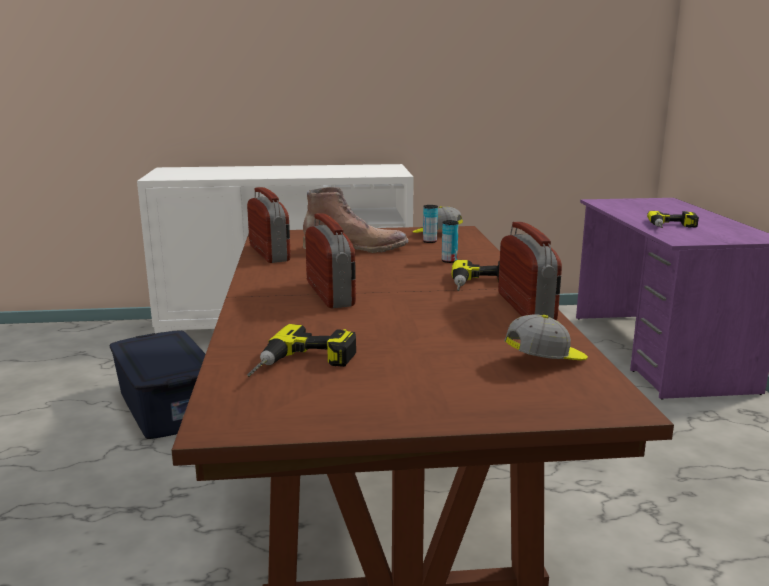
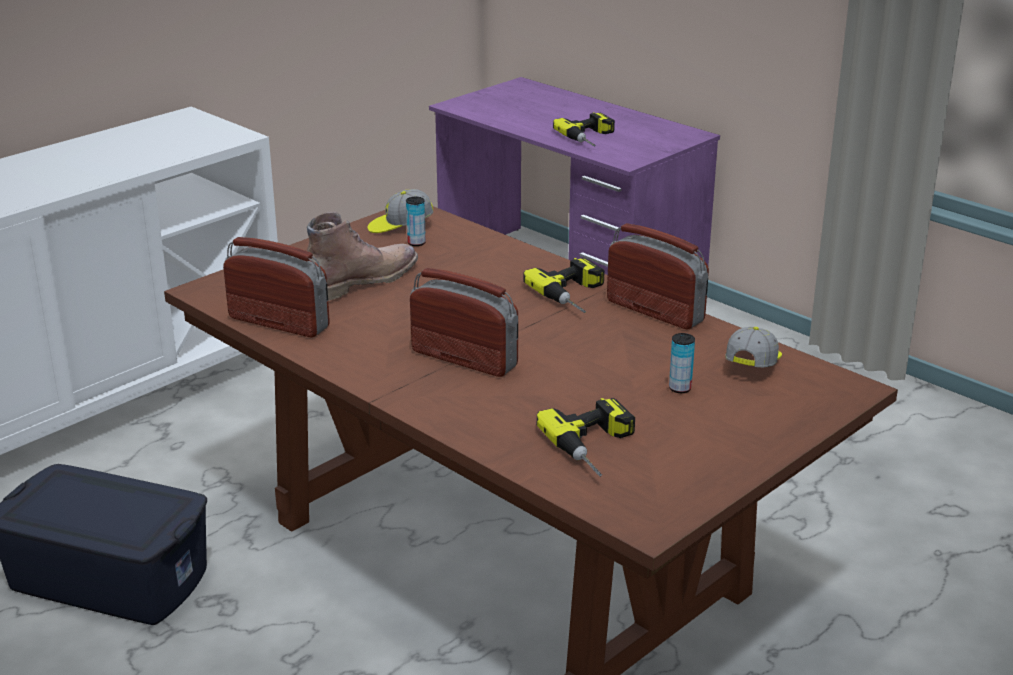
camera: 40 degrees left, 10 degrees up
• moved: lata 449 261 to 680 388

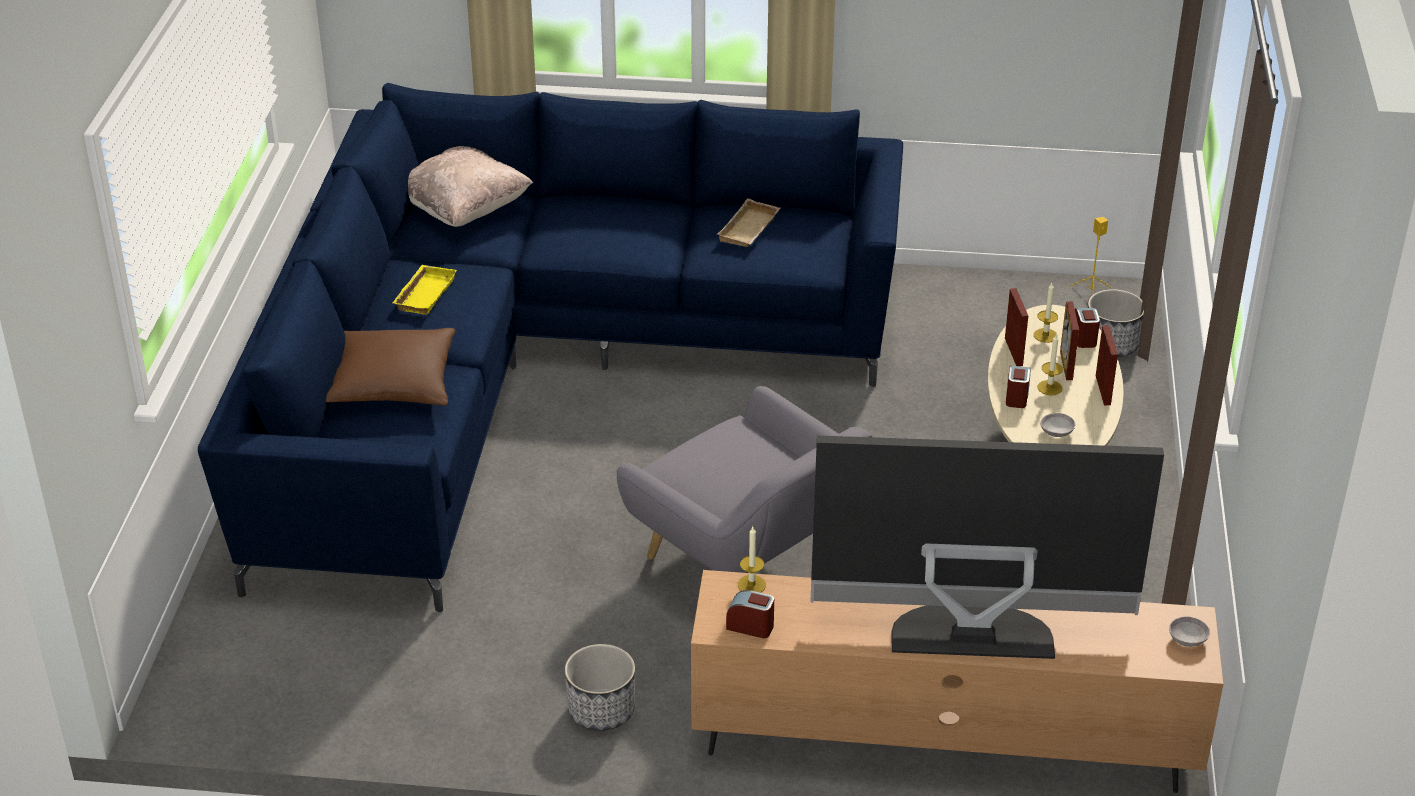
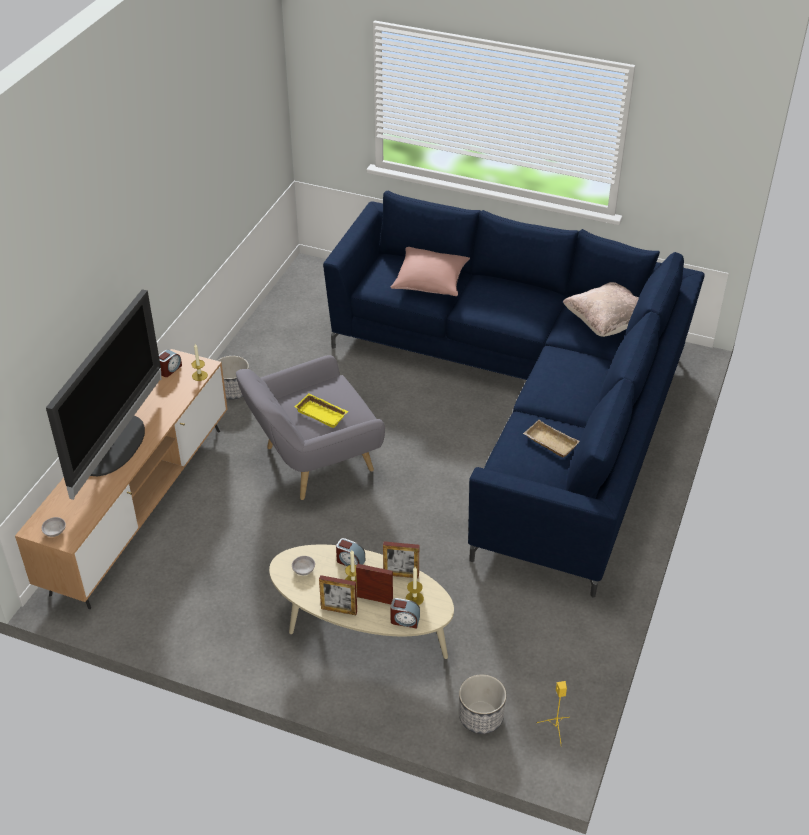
camera: 105 degrees right, 5 degrees up
• moved: bandeja/amarillo 424 293 to 323 413
• recoloured: cojín/marrón 393 383 to cojín/rosa 430 281

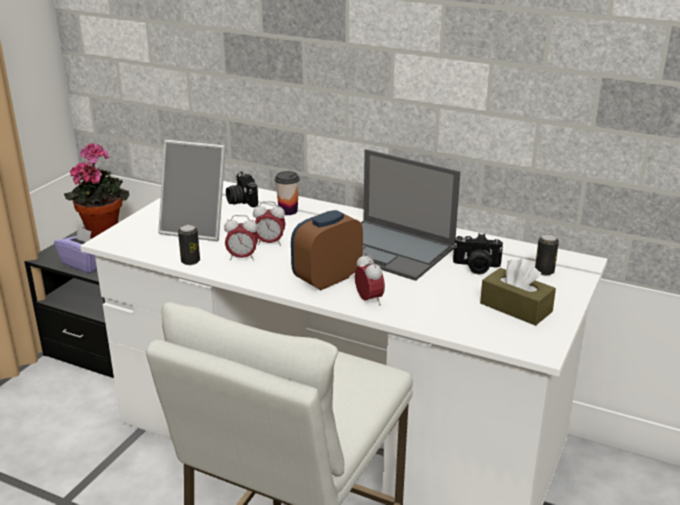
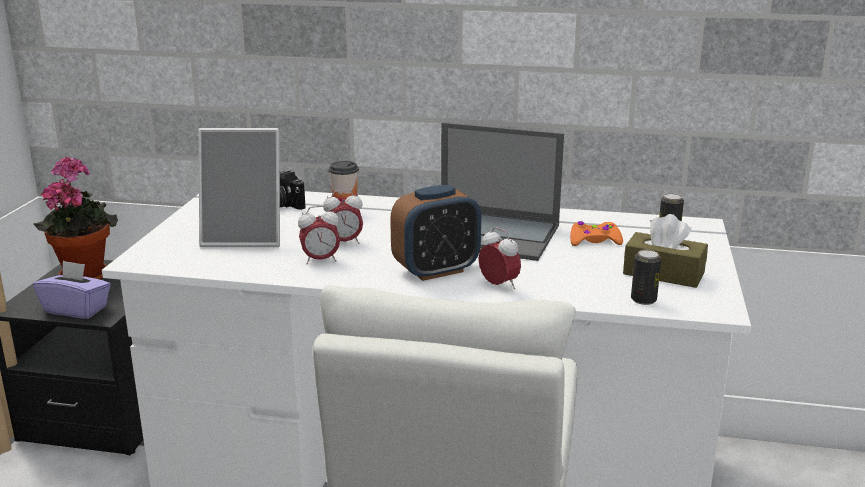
camera: 15 degrees left, 5 degrees down
• turned: despertador 327 279 = 436 270 150 degrees counterclockwise
• moved: lata 190 261 to 643 300
• replaced: cámara 476 267 to mando de consola/naranja 594 241

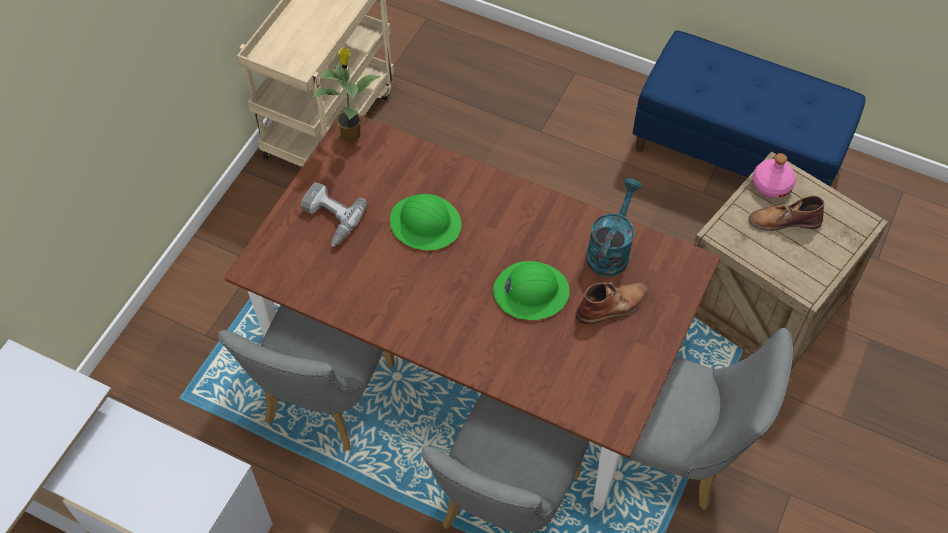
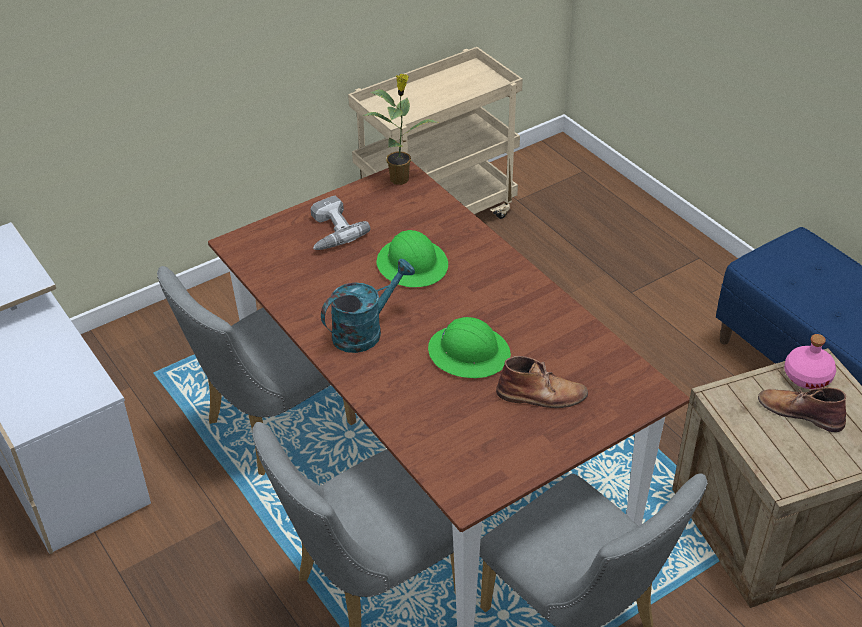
camera: 30 degrees right, 15 degrees down
• moved: regadera/turquesa 610 249 to 365 331

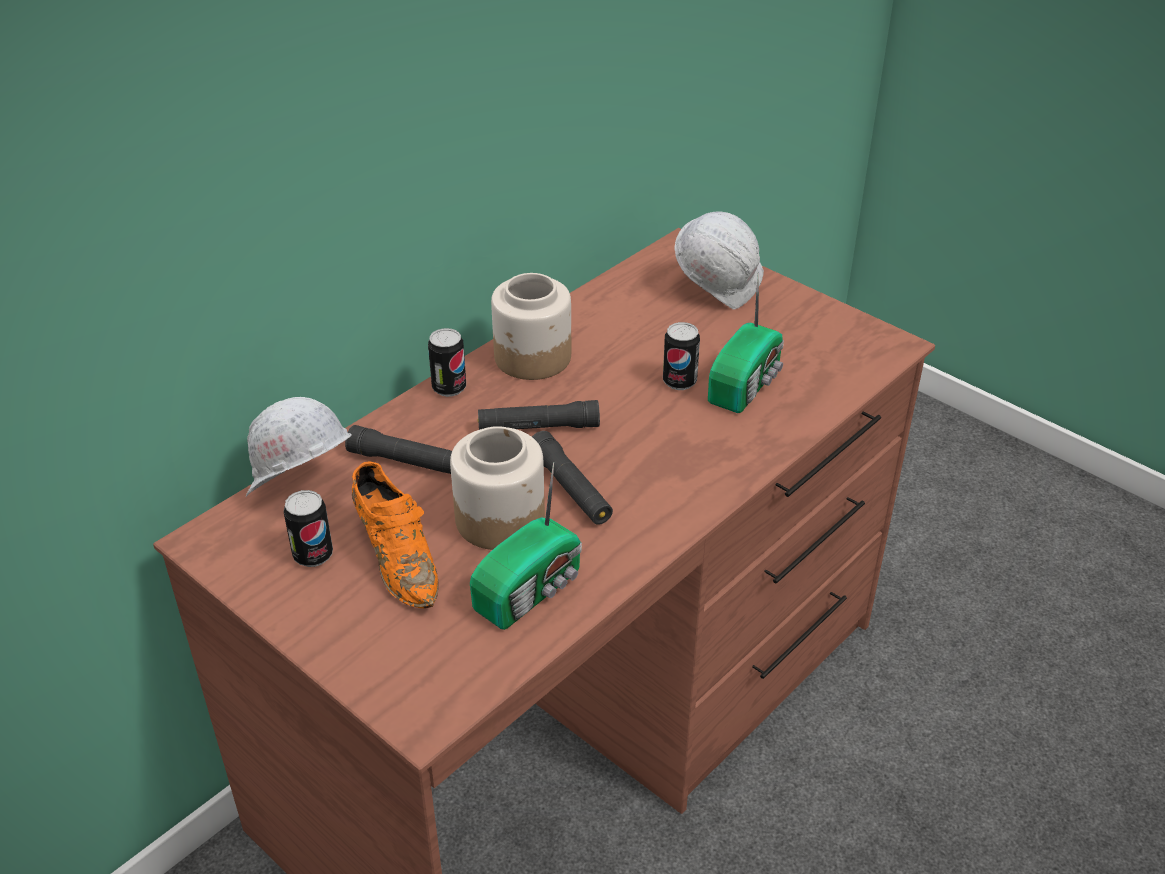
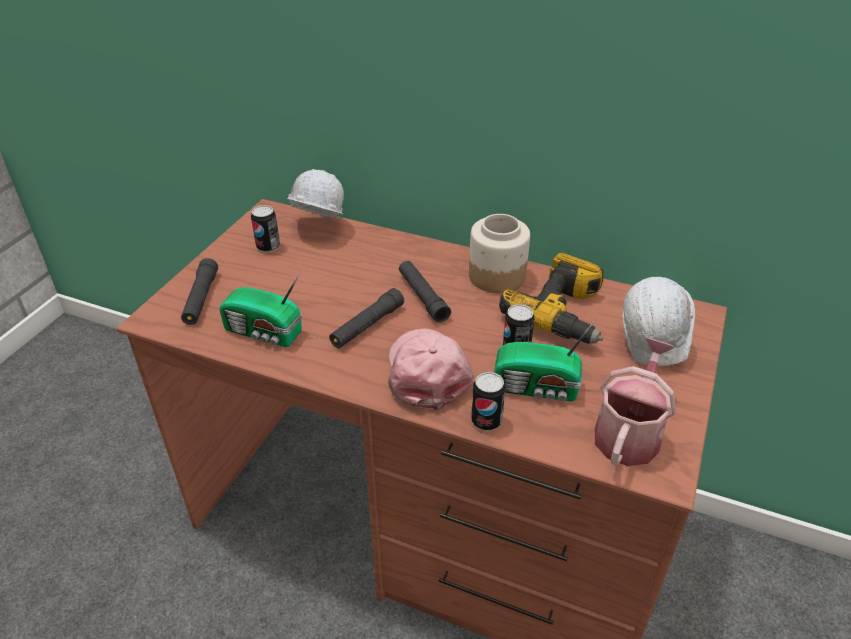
camera: 70 degrees right, 0 degrees up
• moved: lata 449 388 to 486 421
• moved: linterna/negro 409 462 to 201 298
• removed: tarro 500 518
• removed: zapato/naranja 398 559
• added: taladro 563 313
• added: gorra/rosa 427 372
• added: regadera 629 432

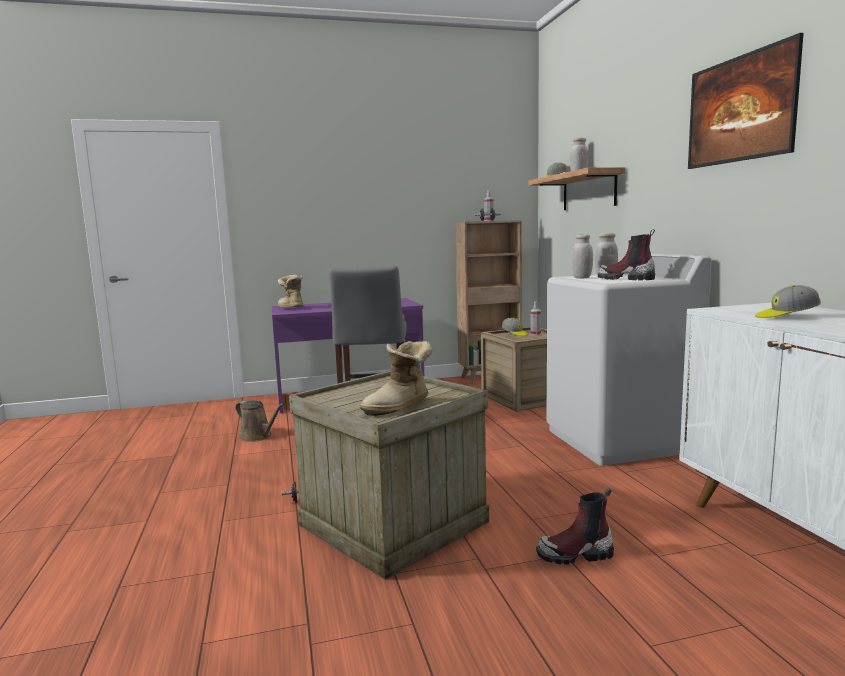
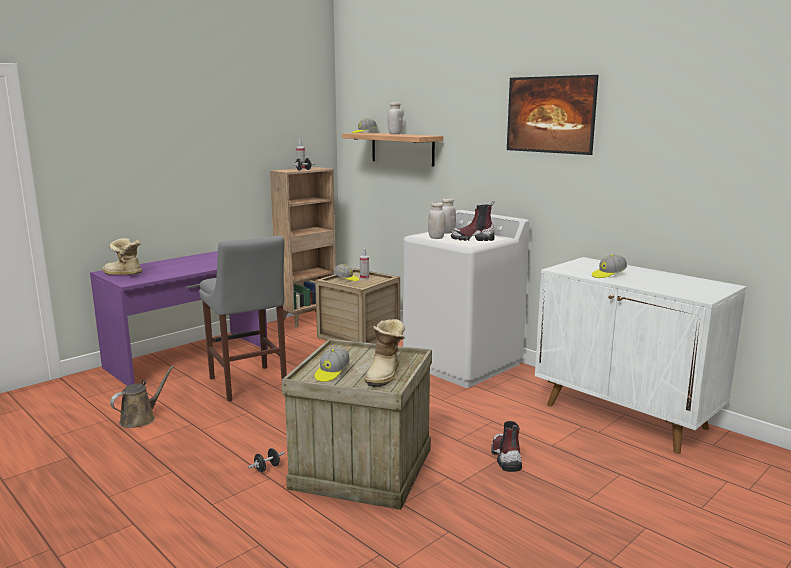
camera: 30 degrees left, 5 degrees up
• turned: regadera/marrón 258 436 = 140 418 60 degrees counterclockwise
• turned: bota 575 554 = 505 457 120 degrees clockwise
• added: gorra 332 373

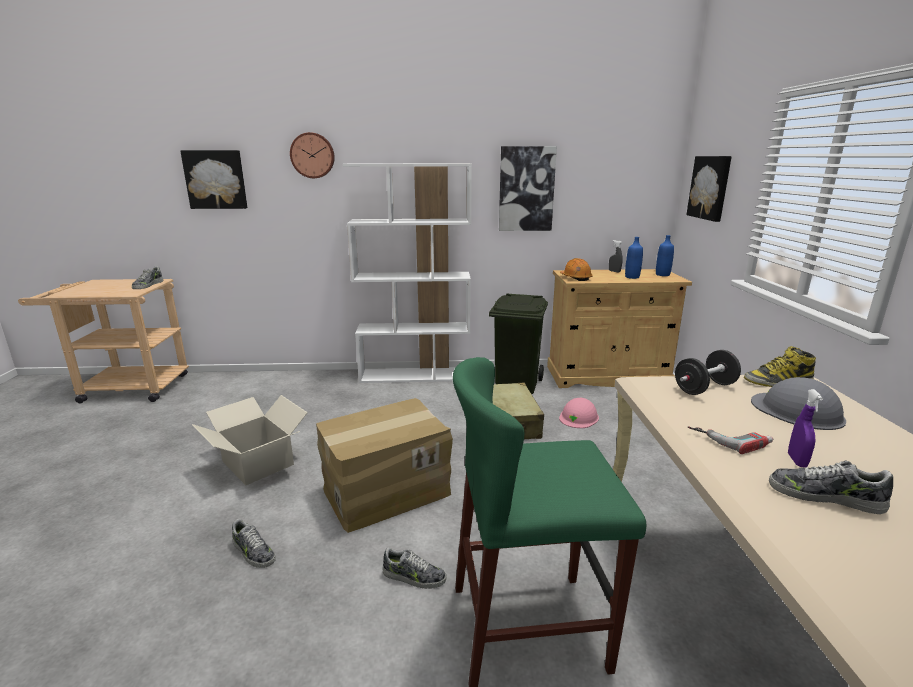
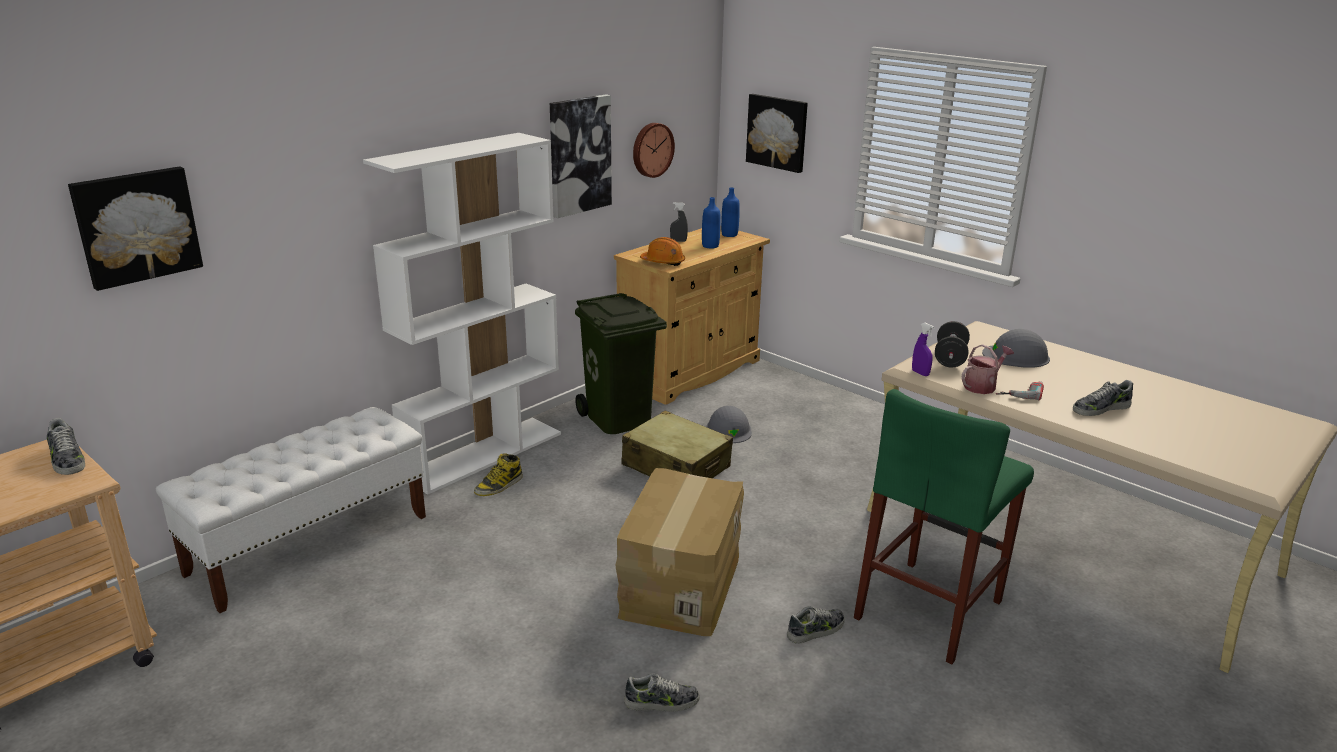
camera: 45 degrees left, 5 degrees up
• moved: reloj de pared 312 155 to 651 149
• moved: bota 778 382 to 499 486
• moved: pulverizador/morado 797 461 to 920 373
• removed: caja de cartón 258 462
• recoloured: casco/rosa 578 417 to casco/gris 729 429
• added: regadera 982 386
• added: banco/blanco 310 544

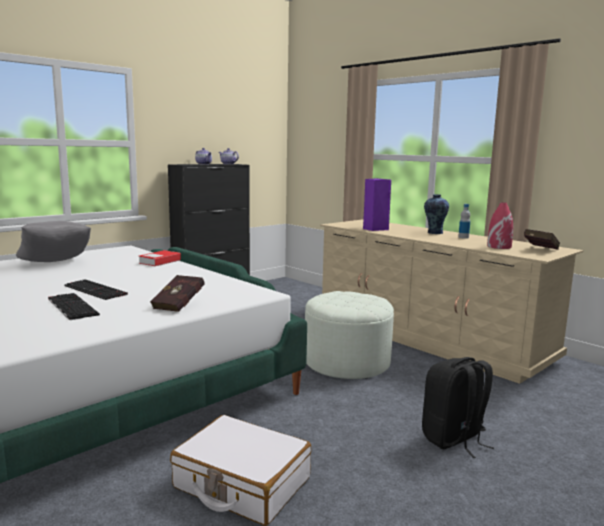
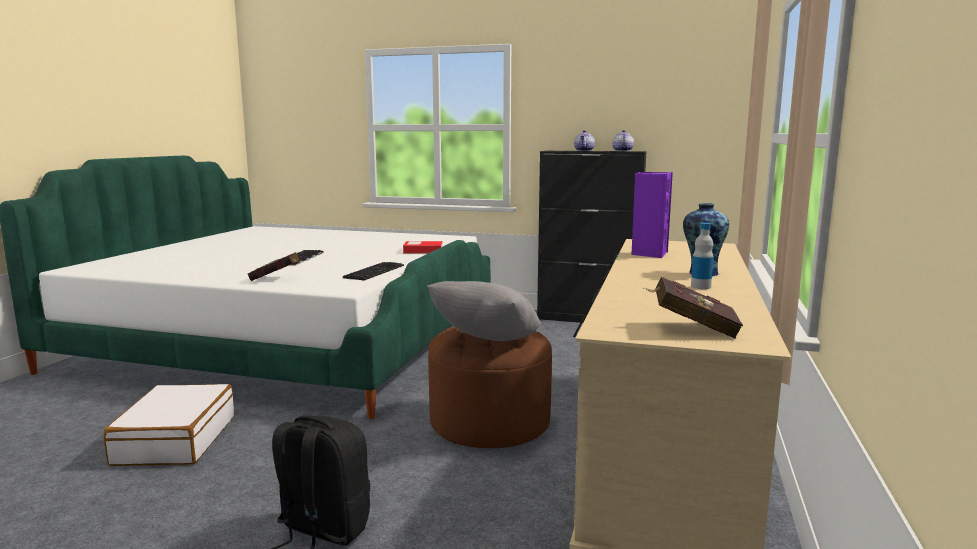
camera: 60 degrees right, 0 degrees up
• removed: florero/rojo 499 246
• moved: cojín/gris 55 264 to 486 344
• recoloured: puf/blanco 347 362 to puf/marrón 490 422
• moved: teclado 71 306 to 374 271

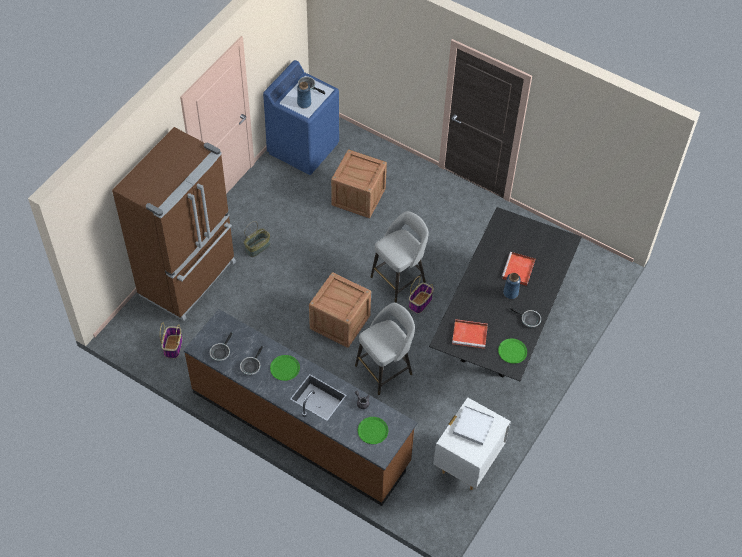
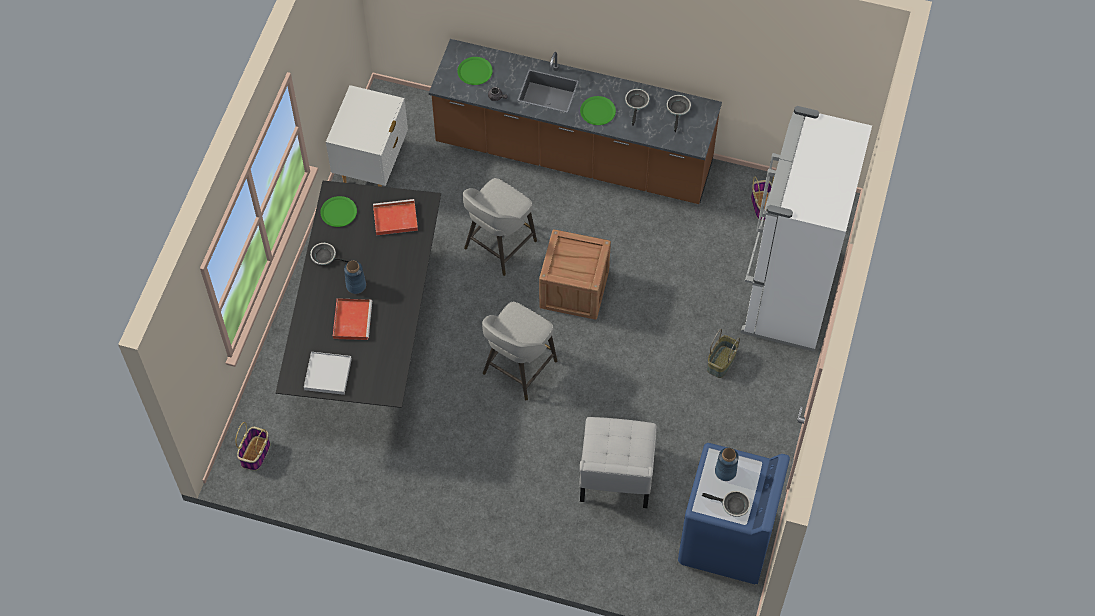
camera: 165 degrees right, 5 degrees up
• recoloured: nevera/marrón 189 279 to nevera/blanco 787 294
• replaced: caja de embalaje 358 197 to silla/blanco 615 479
• moved: cesta 420 302 to 255 454
• moved: bandeja/blanco 473 426 to 328 374

